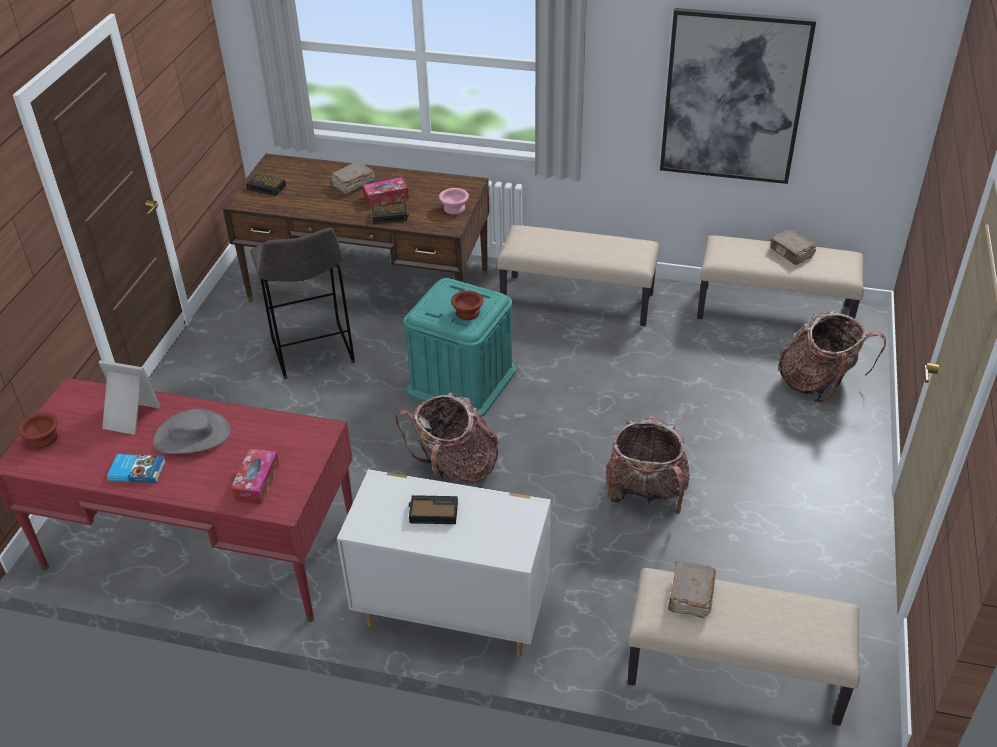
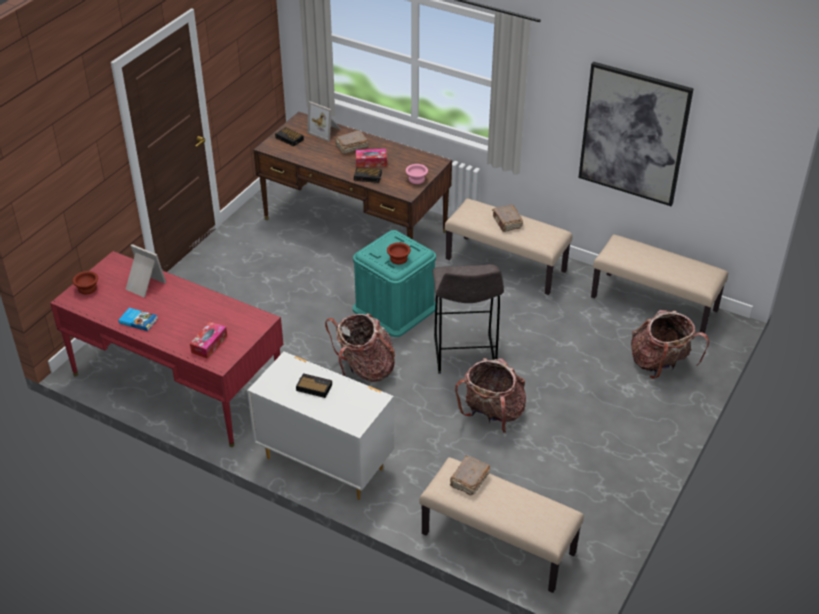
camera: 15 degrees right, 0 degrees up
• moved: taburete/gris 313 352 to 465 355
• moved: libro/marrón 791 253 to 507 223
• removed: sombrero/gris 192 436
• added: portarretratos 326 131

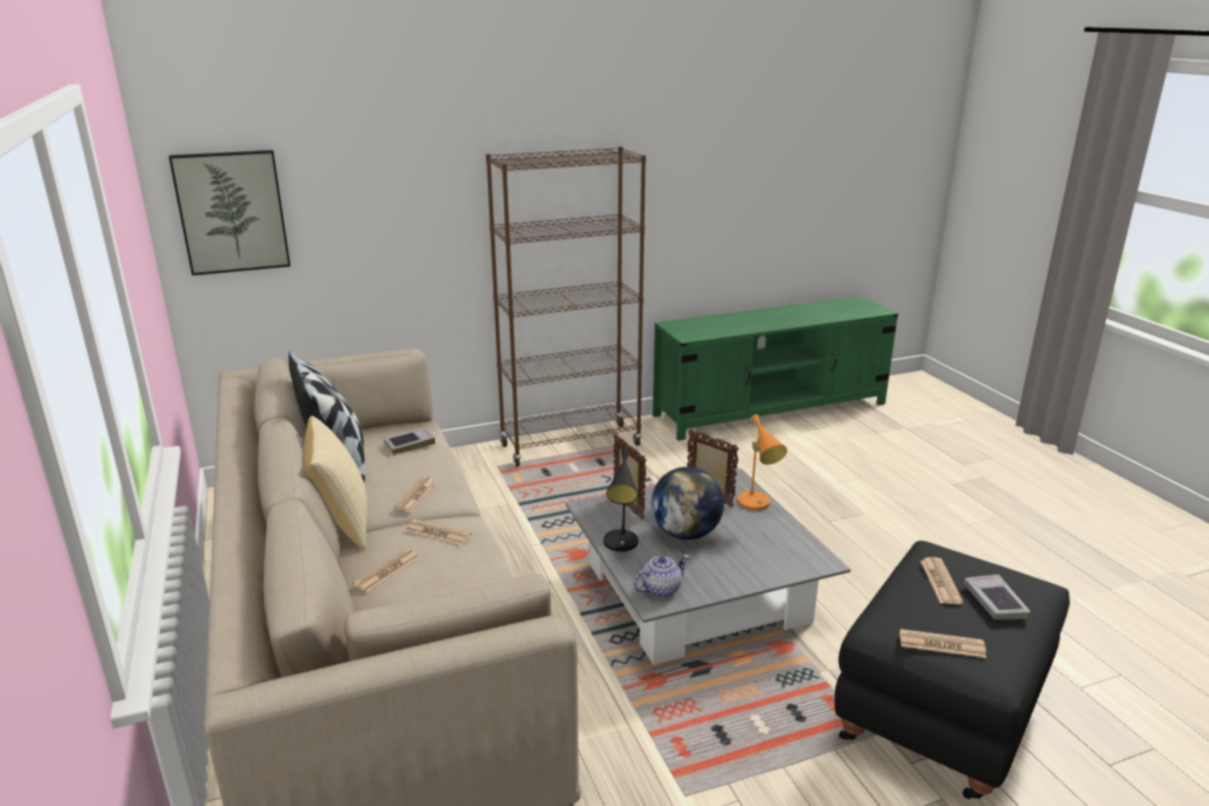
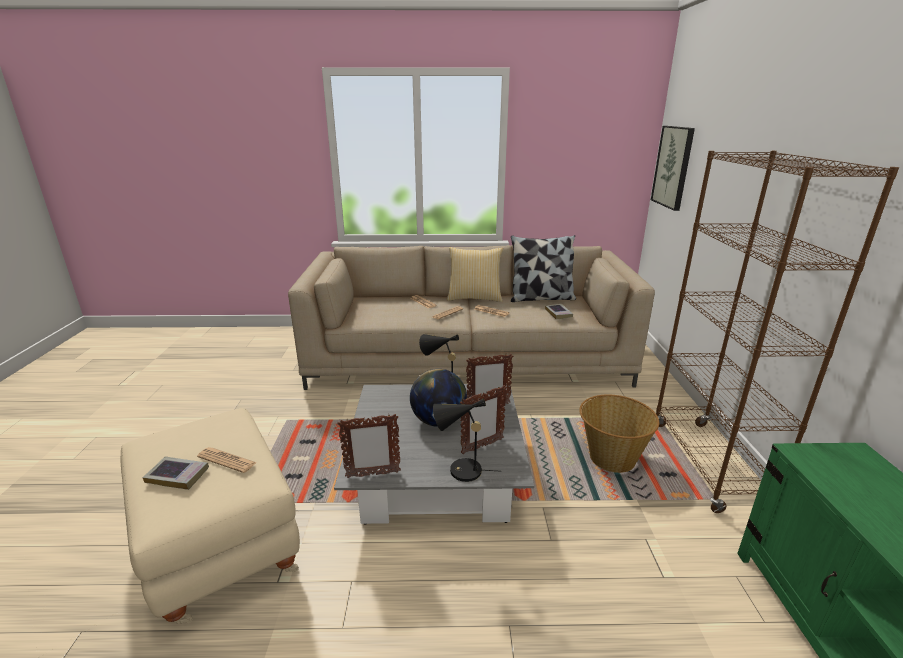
camera: 110 degrees right, 0 degrees up
• recoloured: lámpara de mesa/naranja 757 504 to lámpara de mesa/negro 460 471
• recoloured: puf/negro 941 719 to puf/beis 219 547
• removed: tetera 661 589
• removed: periódico 941 644
• added: cesta 611 458
• added: portarretratos 372 474

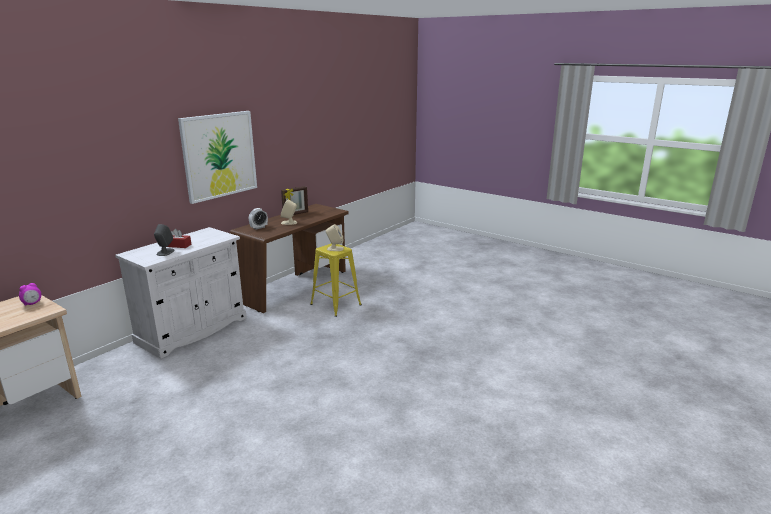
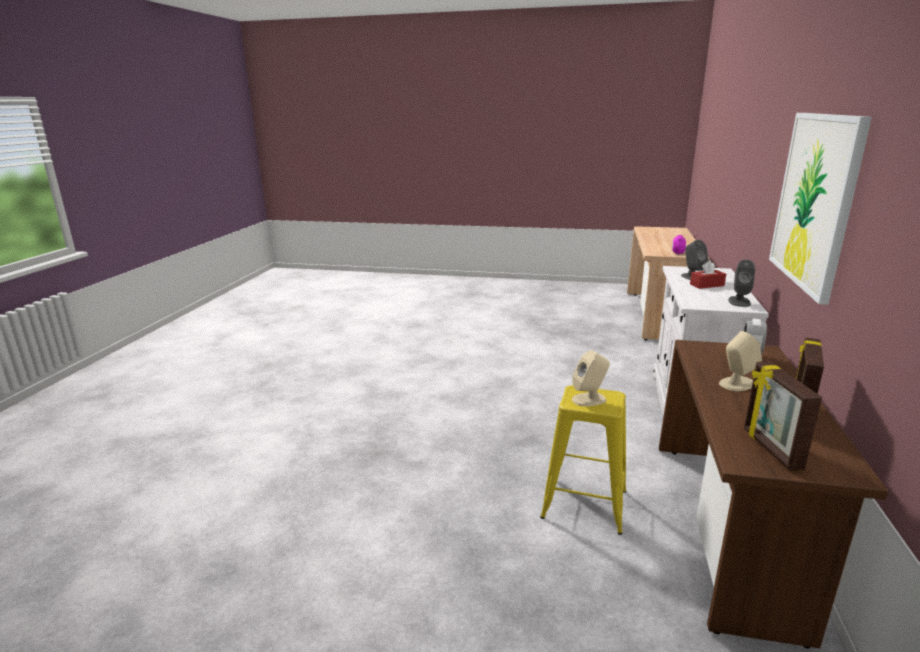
camera: 155 degrees right, 0 degrees up
• added: altavoz/gris 739 301
• added: portarretratos 770 449

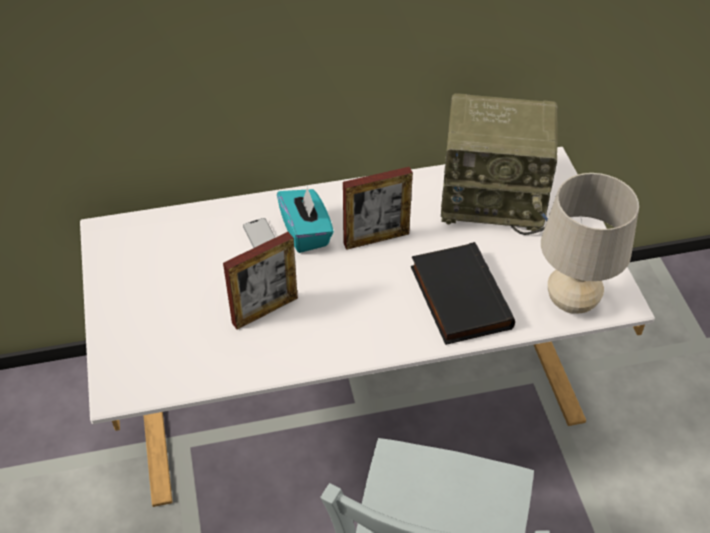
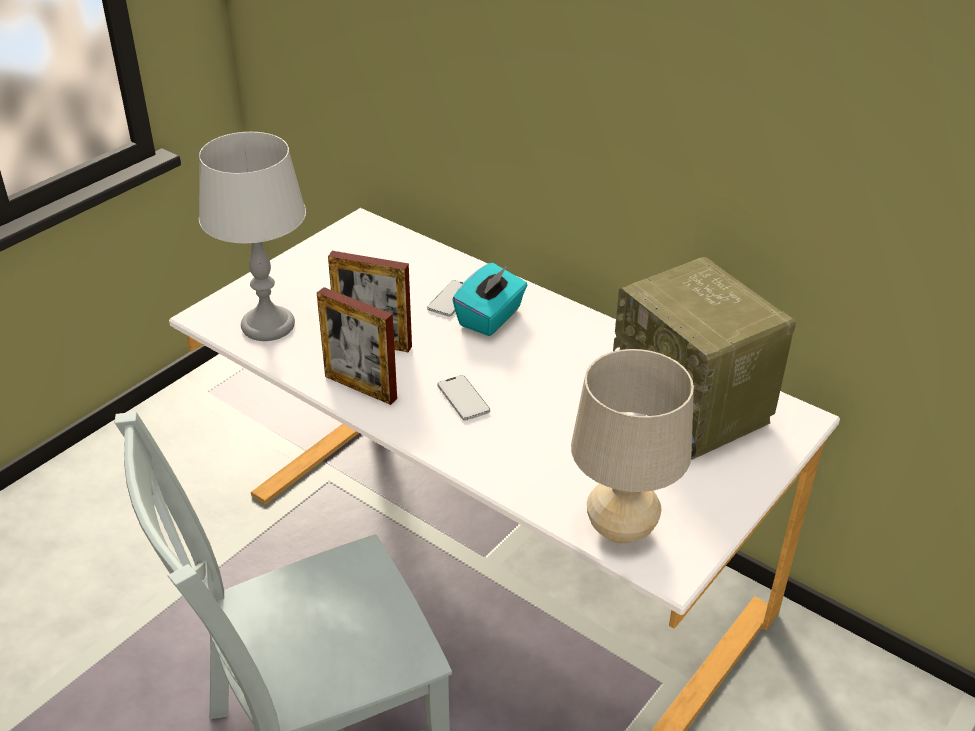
camera: 50 degrees right, 10 degrees down
• moved: portarretratos 376 238 to 360 387
• removed: libro/negro 457 297
• added: lámpara de mesa/gris 268 326
• added: móvil 463 399

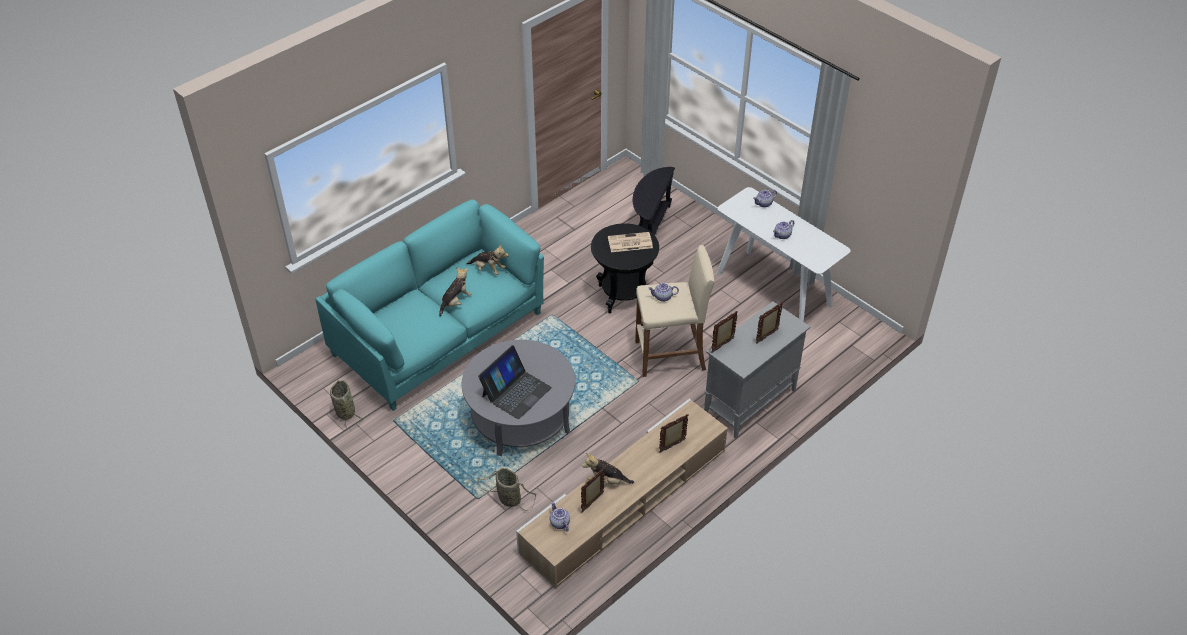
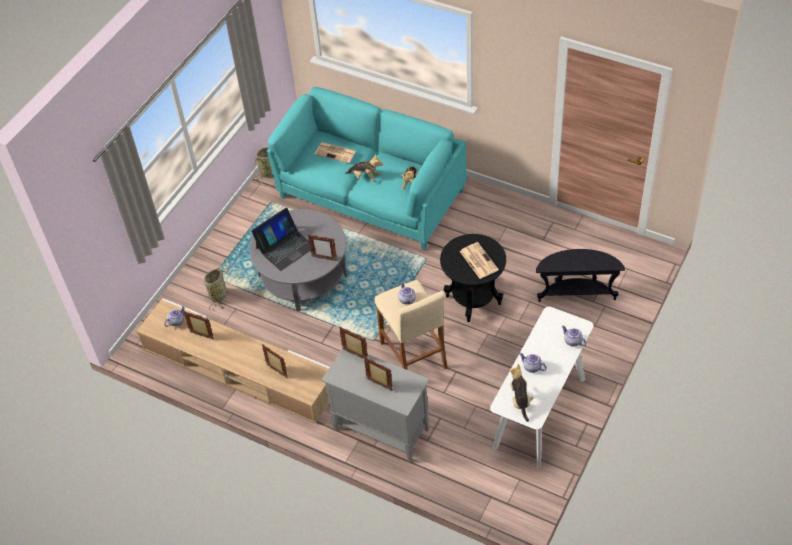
camera: 75 degrees right, 5 degrees up
• turned: portátil 516 391 = 285 247 60 degrees counterclockwise
• moved: peluche 606 480 to 520 400
• added: periódico 336 153
• added: portarretratos 324 258

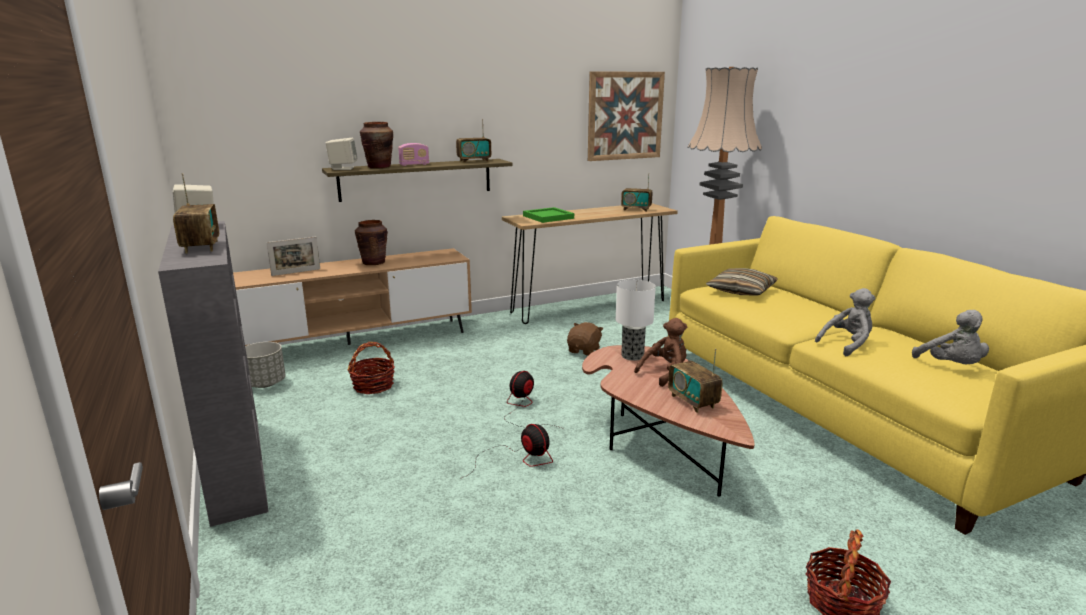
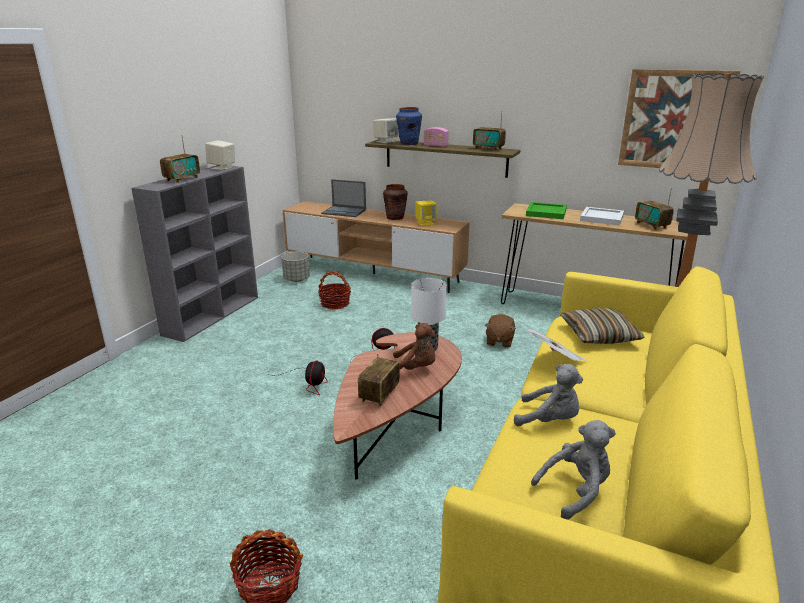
camera: 50 degrees right, 5 degrees up
• recoloured: florero/marrón 379 167 to florero/azul 409 144
• replaced: portarretratos 296 272 to portátil 344 212
• turned: peluche/gris 951 366 = 575 491 150 degrees counterclockwise
• turned: peluche/marrón 584 350 = 499 341 120 degrees clockwise
• added: altavoz/amarillo 425 223
• added: bandeja/blanco 601 218
• added: periódico 555 360

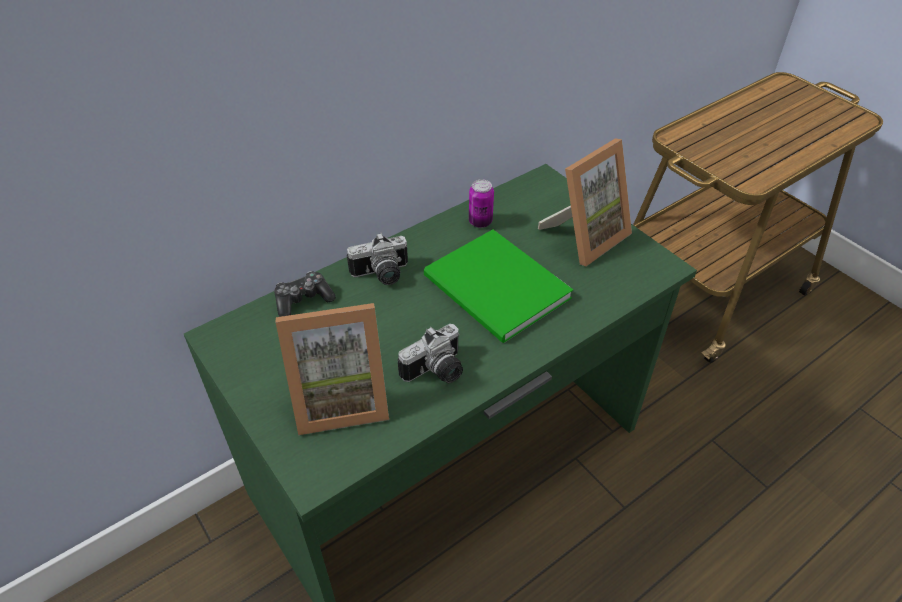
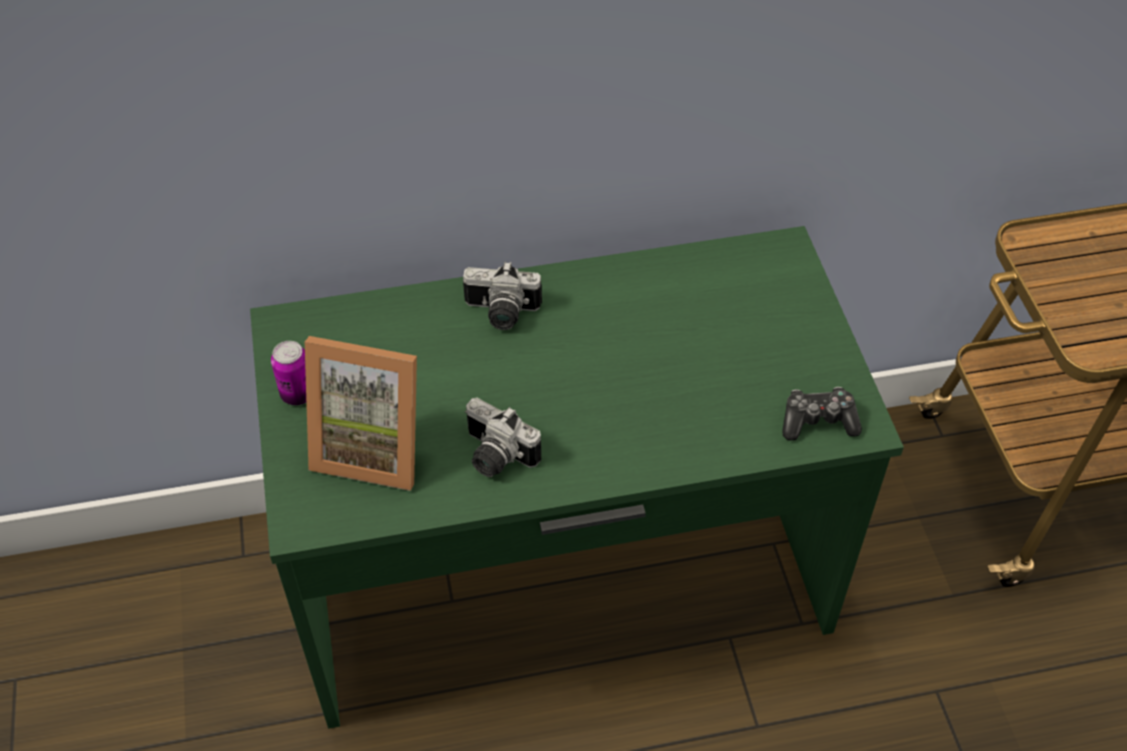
camera: 25 degrees right, 5 degrees up
• removed: portarretratos 585 236
• moved: lata 480 222 to 298 394
• removed: libro/verde 497 291
• moved: mando de consola 303 300 to 818 421
• turned: cámara 437 372 = 495 456 45 degrees clockwise

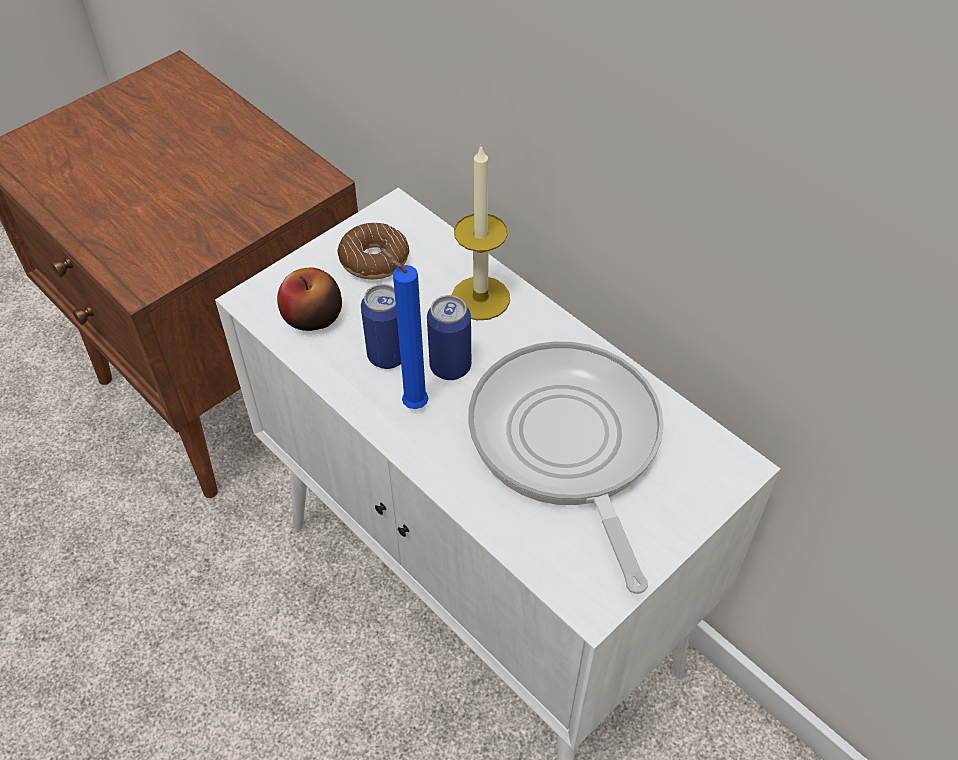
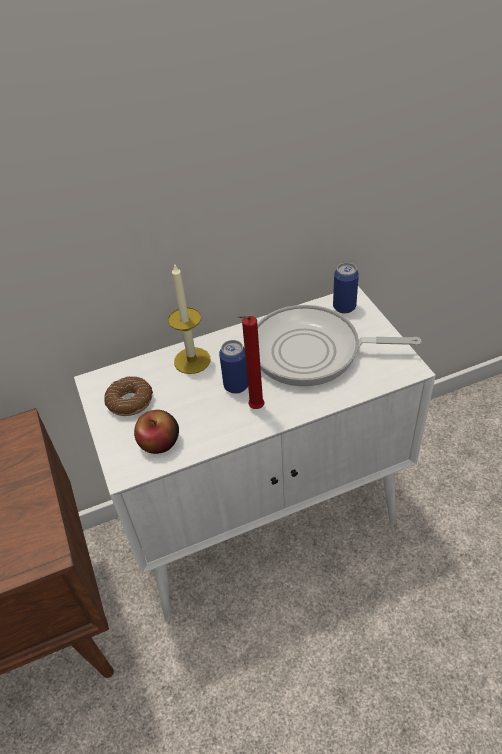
camera: 65 degrees left, 5 degrees down
• recoloured: vela/azul 411 403 to vela/rojo 254 409
• moved: lata 388 355 to 344 307

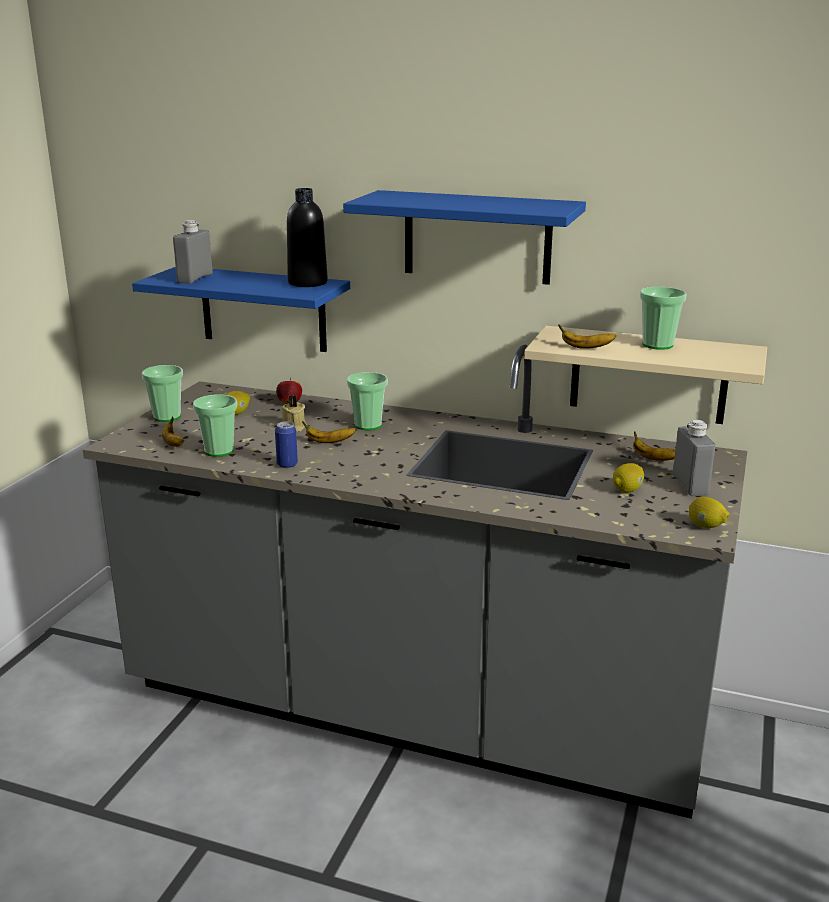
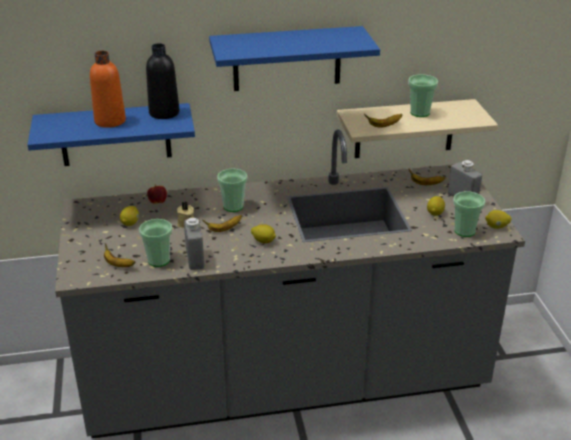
camera: 30 degrees left, 10 degrees up
• moved: botella/gris 195 278 to 195 259
• moved: taza 167 417 to 464 231
• removed: lata 287 464
• added: botella/naranja 110 121
• added: limón 263 241

